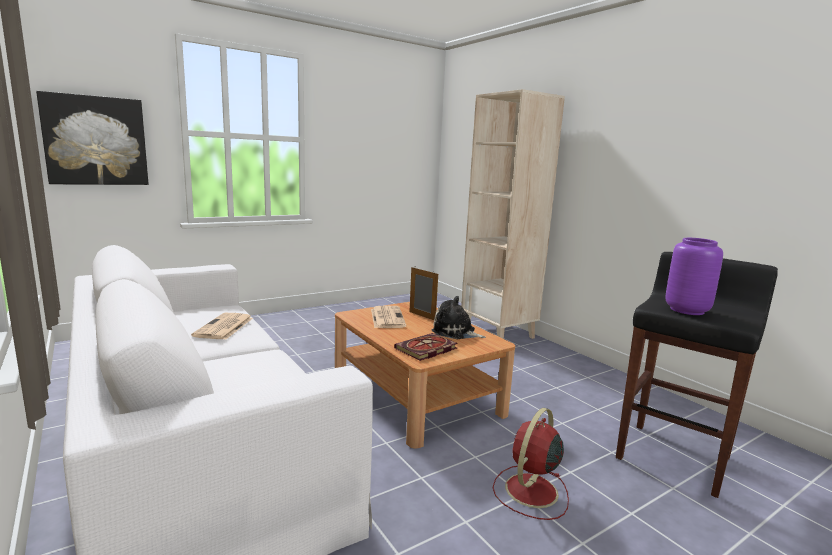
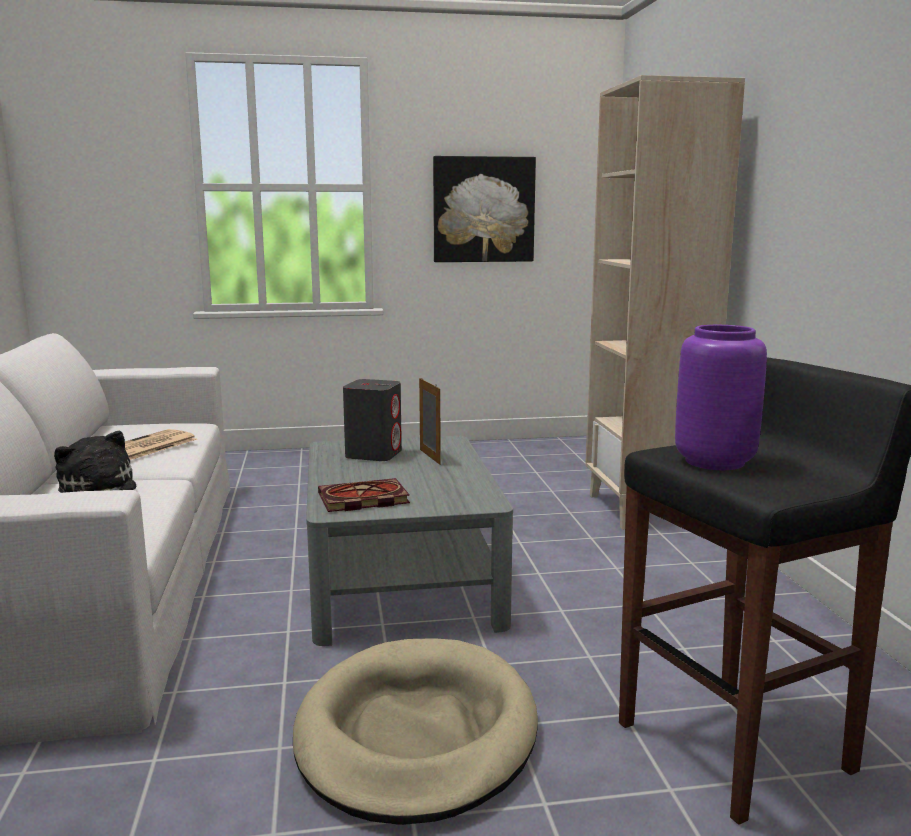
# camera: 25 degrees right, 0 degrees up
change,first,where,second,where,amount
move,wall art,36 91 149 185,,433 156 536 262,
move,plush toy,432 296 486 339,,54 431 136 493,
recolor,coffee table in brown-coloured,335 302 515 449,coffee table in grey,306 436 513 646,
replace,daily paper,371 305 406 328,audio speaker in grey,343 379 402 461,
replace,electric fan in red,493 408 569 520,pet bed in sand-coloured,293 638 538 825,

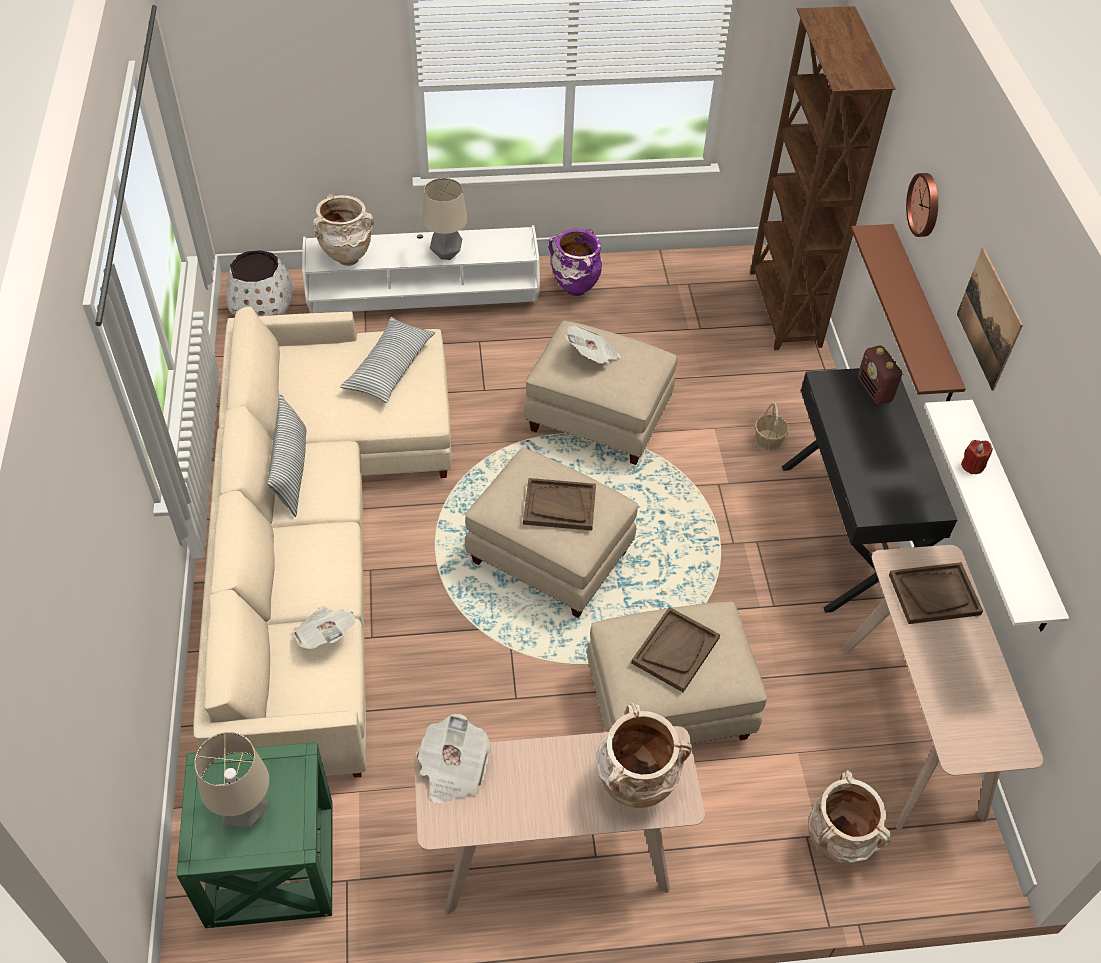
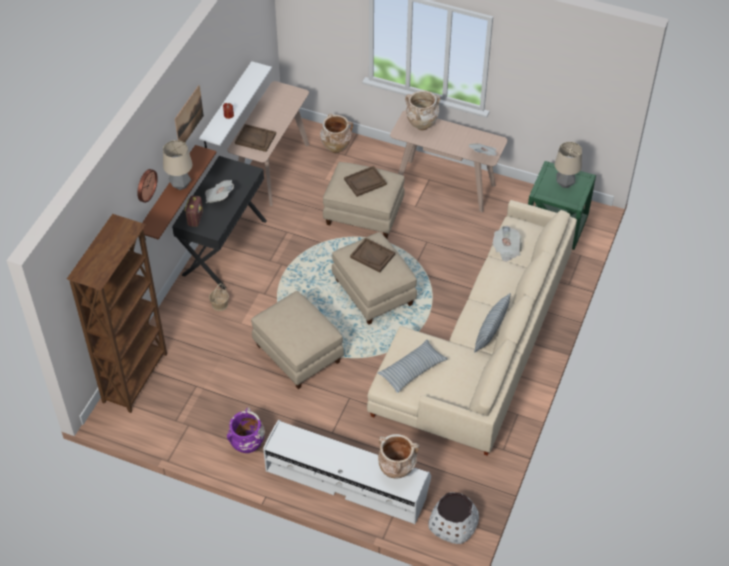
# camera: 150 degrees left, 0 degrees up
change,first,where,second,where,amount
move,lamp for a table,422 178 467 260,,163 140 192 190,
move,daily paper,565 325 621 364,,205 180 234 203,

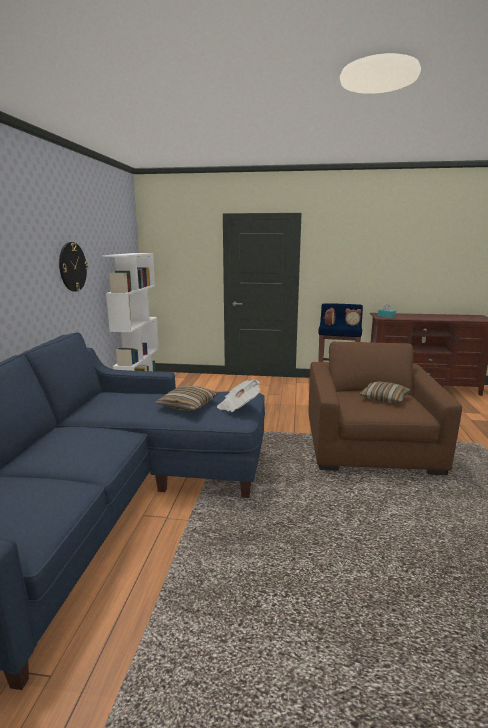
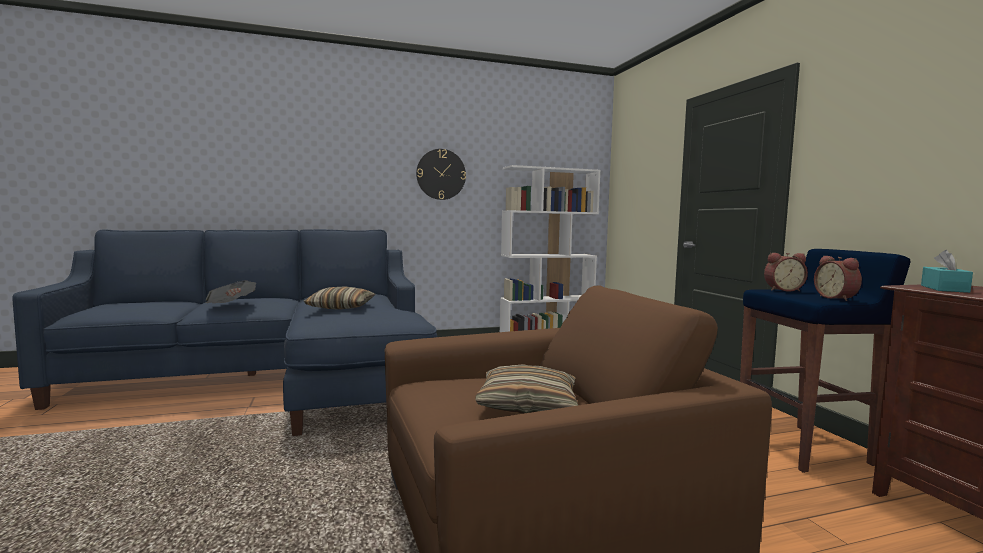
# camera: 65 degrees right, 10 degrees down
change,first,where,second,where,amount
move,daily paper,217 380 260 412,,205 280 256 303,

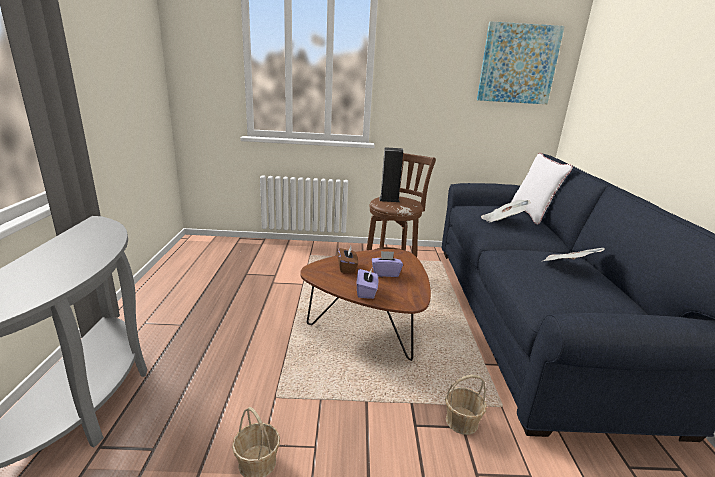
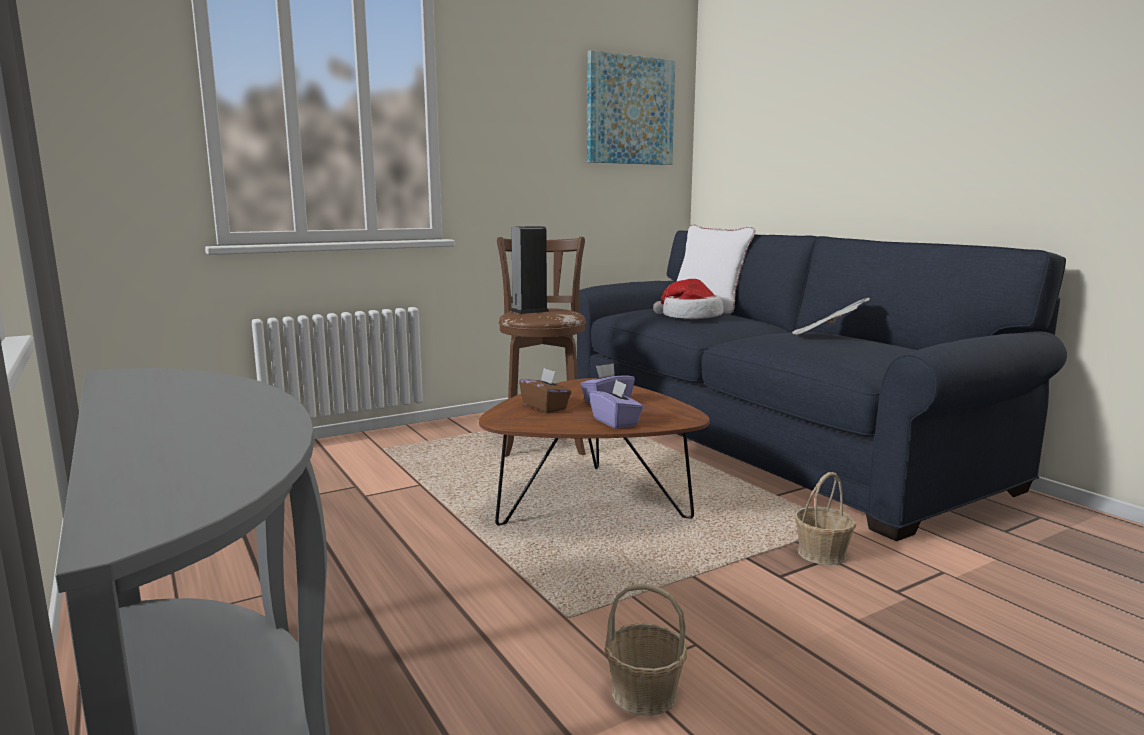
# camera: 30 degrees left, 10 degrees down
change,first,where,second,where,amount
replace,daily paper,481 200 531 223,wearable hat,653 279 724 319,

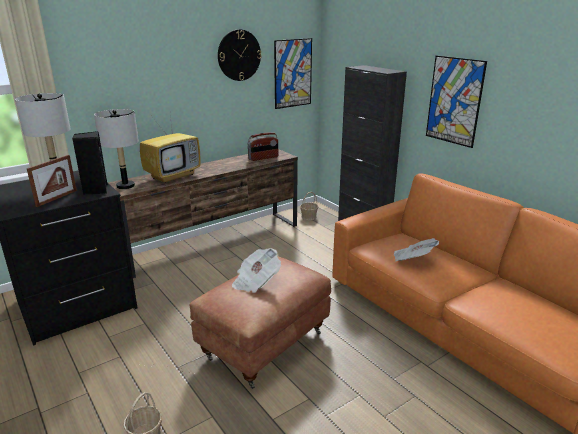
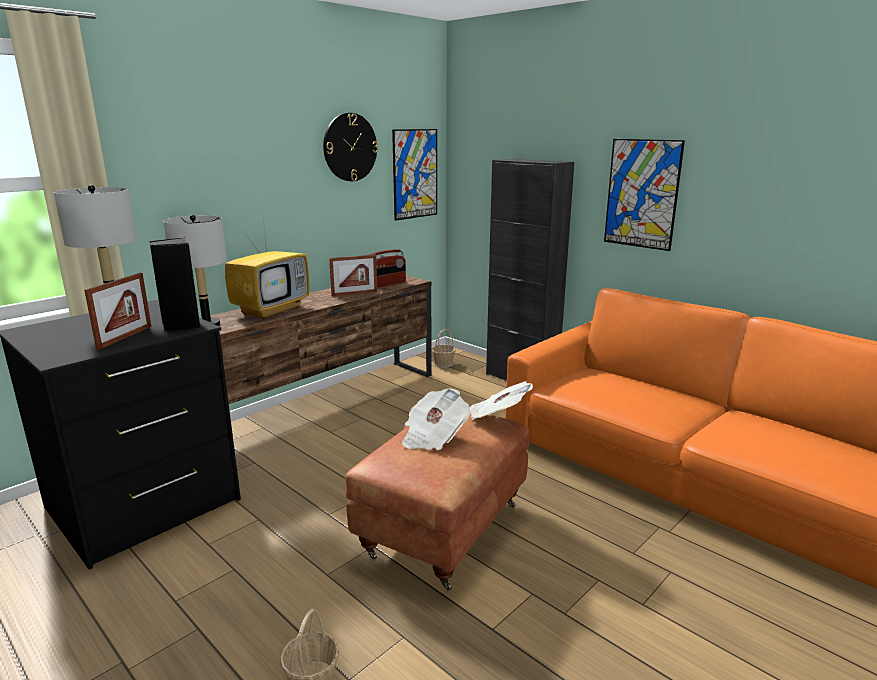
# camera: 10 degrees left, 5 degrees down
change,first,where,second,where,amount
move,daily paper,394 238 439 262,,470 381 533 420,
insert,,,photo frame,329 255 377 296,

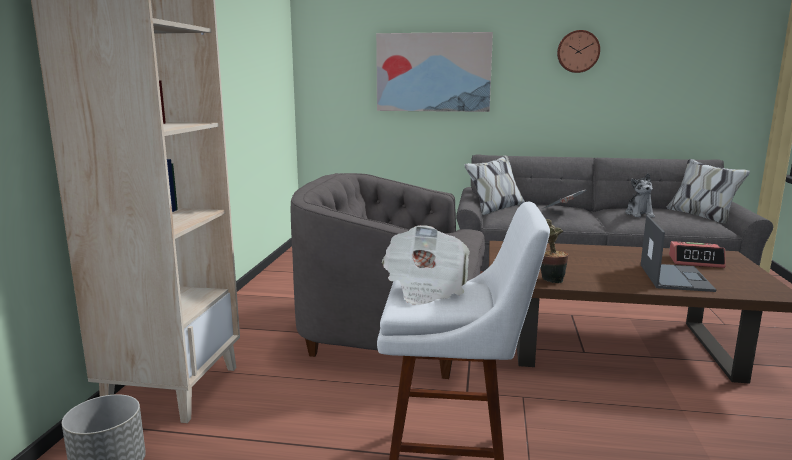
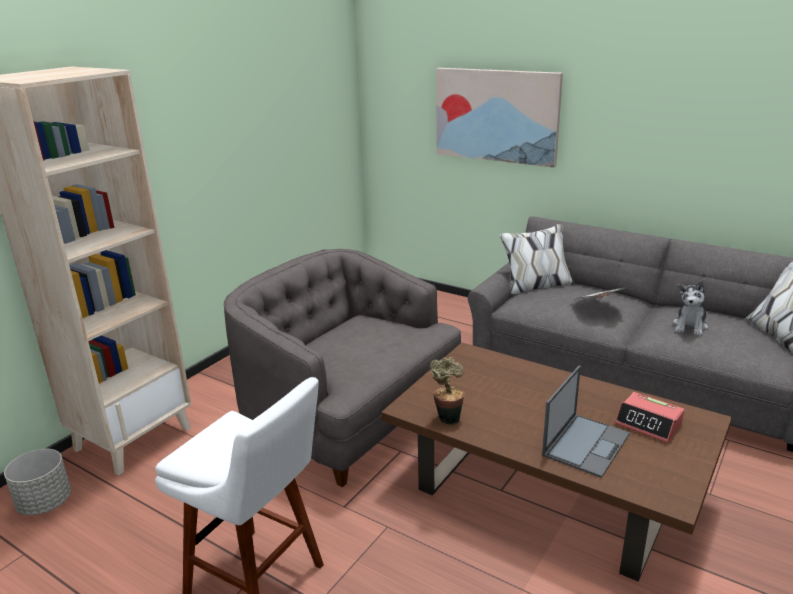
# camera: 25 degrees right, 10 degrees up
change,first,where,second,where,amount
delete,wall clock,557 30 600 73,,,
delete,daily paper,382 225 470 305,,,

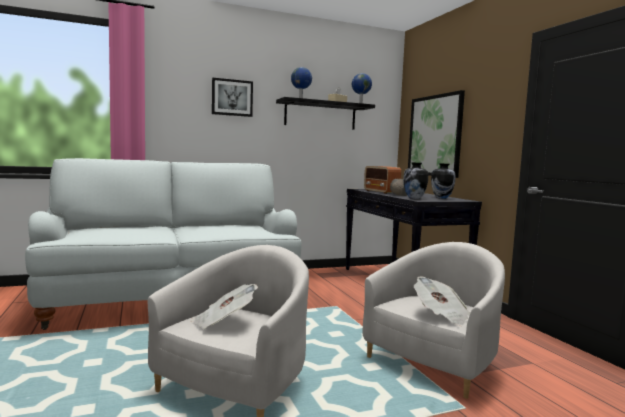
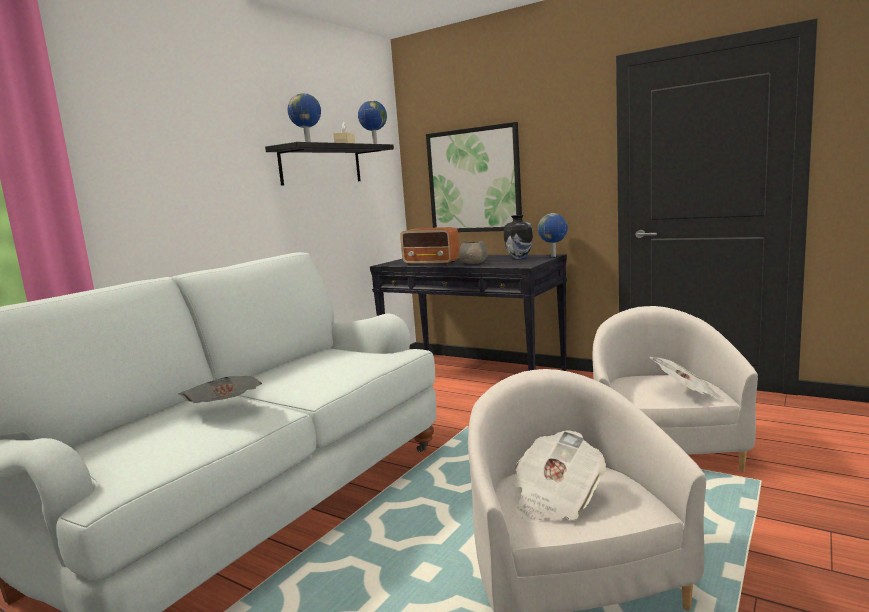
# camera: 35 degrees left, 5 degrees up
change,first,where,second,where,amount
delete,wall art,212 78 253 117,,,
delete,flower vase,403 162 428 199,,,
insert,,,world globe,538 213 568 257,
insert,,,daily paper,179 376 262 403,

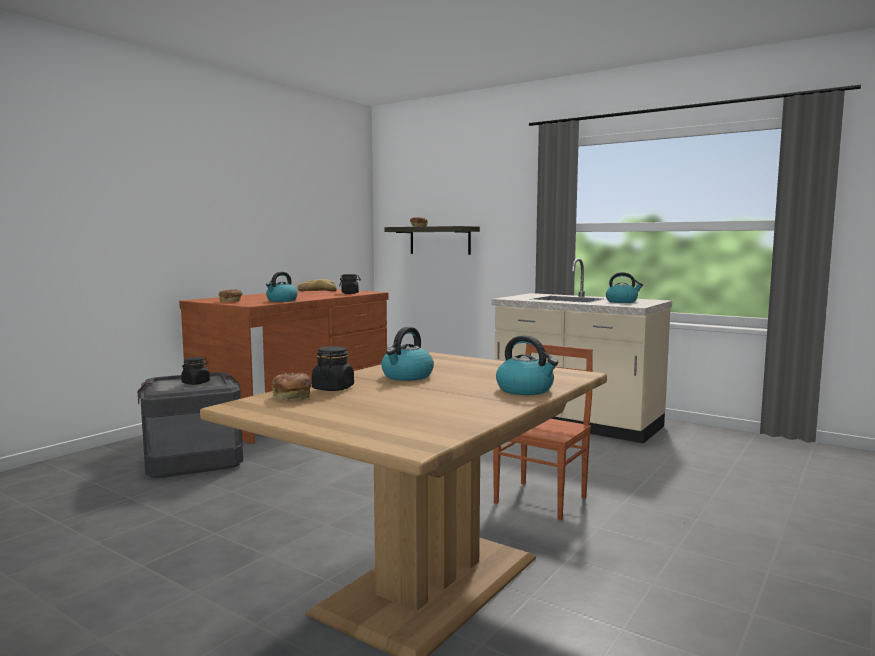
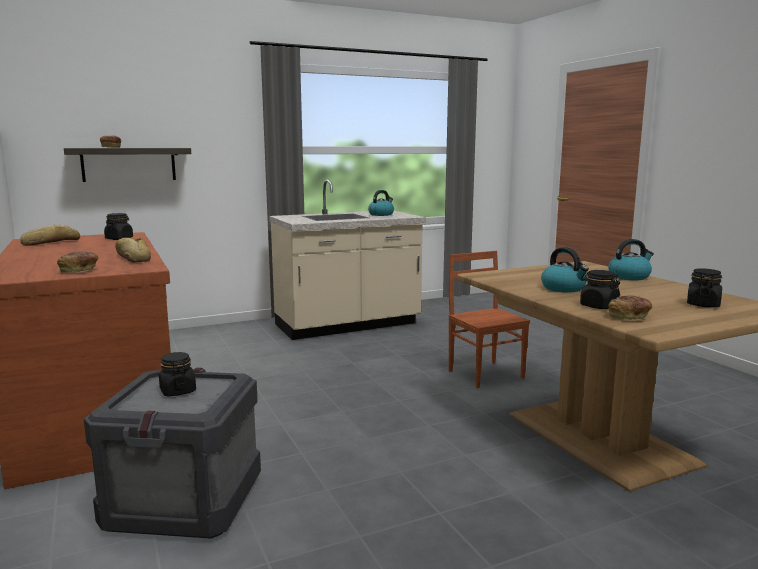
# camera: 60 degrees left, 5 degrees up
change,first,where,second,where,amount
replace,tea kettle,266 272 298 302,bakery bread,115 238 151 263,
insert,,,jar in black,687 268 722 307,

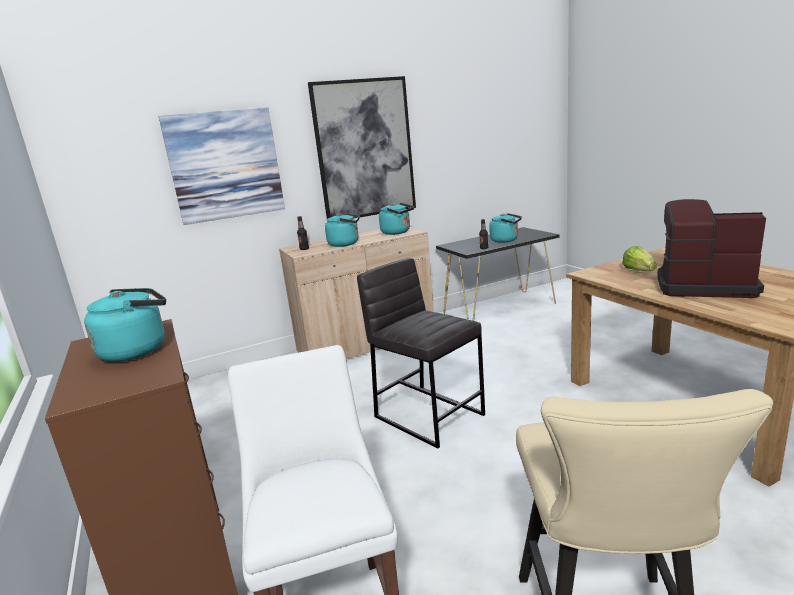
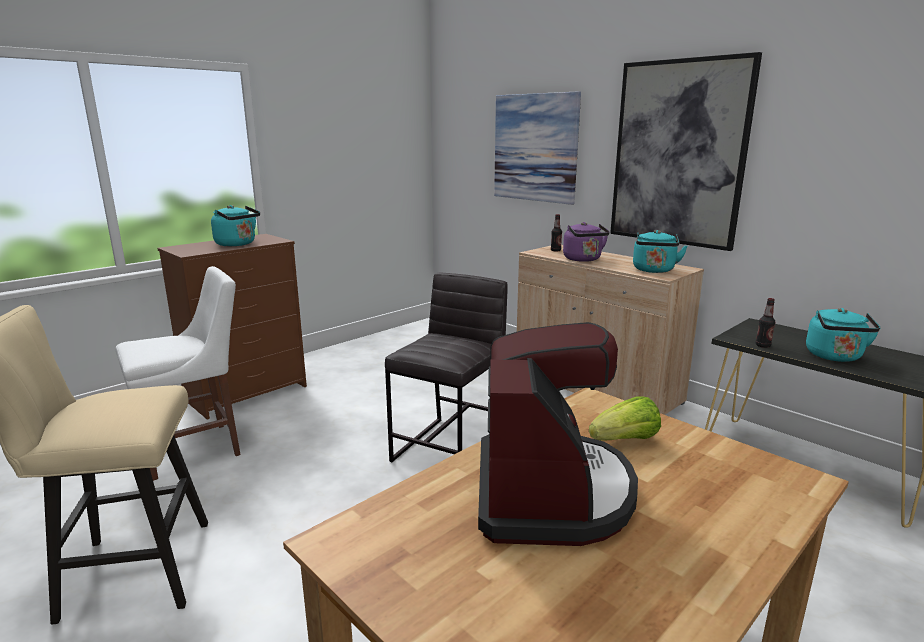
# camera: 70 degrees right, 0 degrees up
change,first,where,second,where,amount
recolor,tea kettle in turquoise-coloured,325 213 360 247,tea kettle in purple,563 222 610 262,

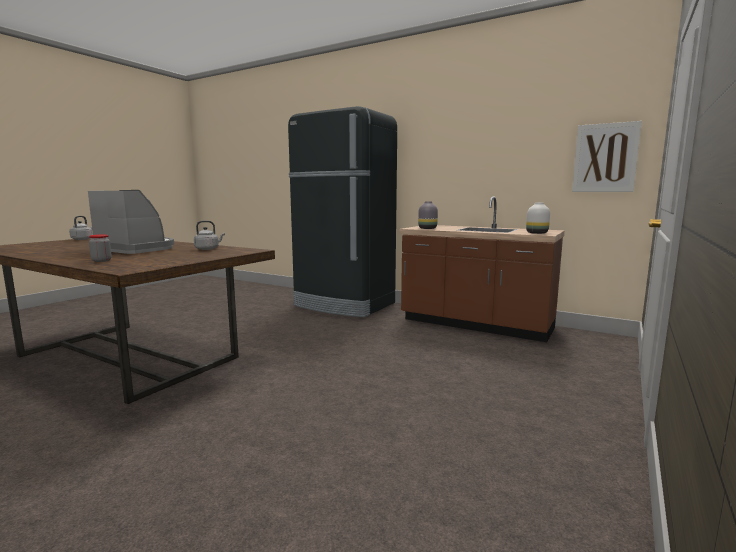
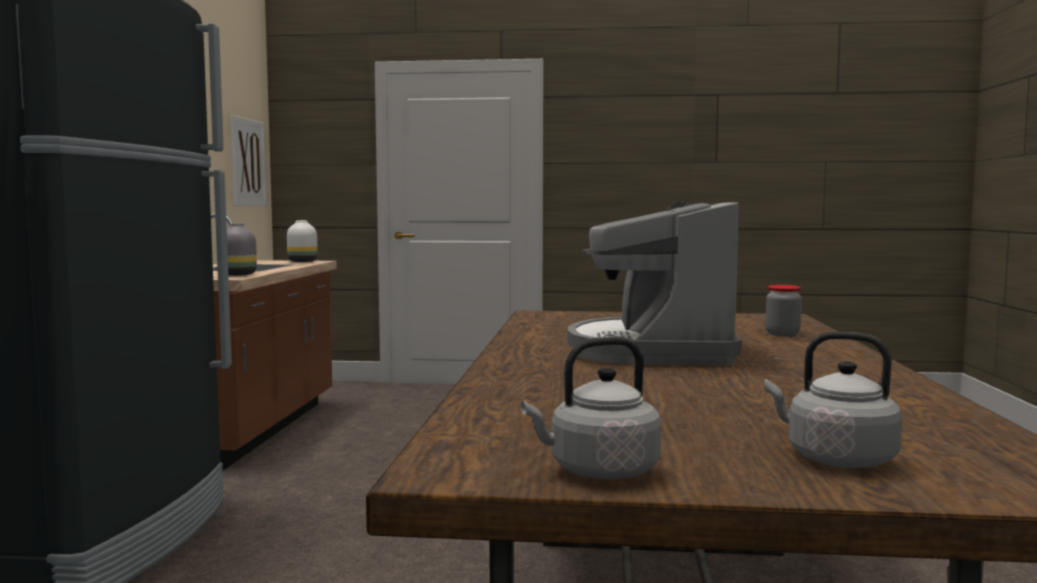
# camera: 115 degrees left, 5 degrees down
change,first,where,second,where,amount
move,tea kettle in grey,194 220 225 250,,764 331 902 468,

